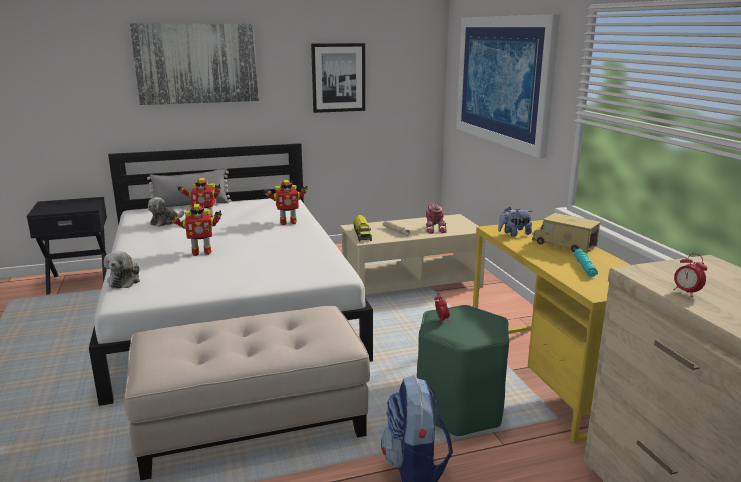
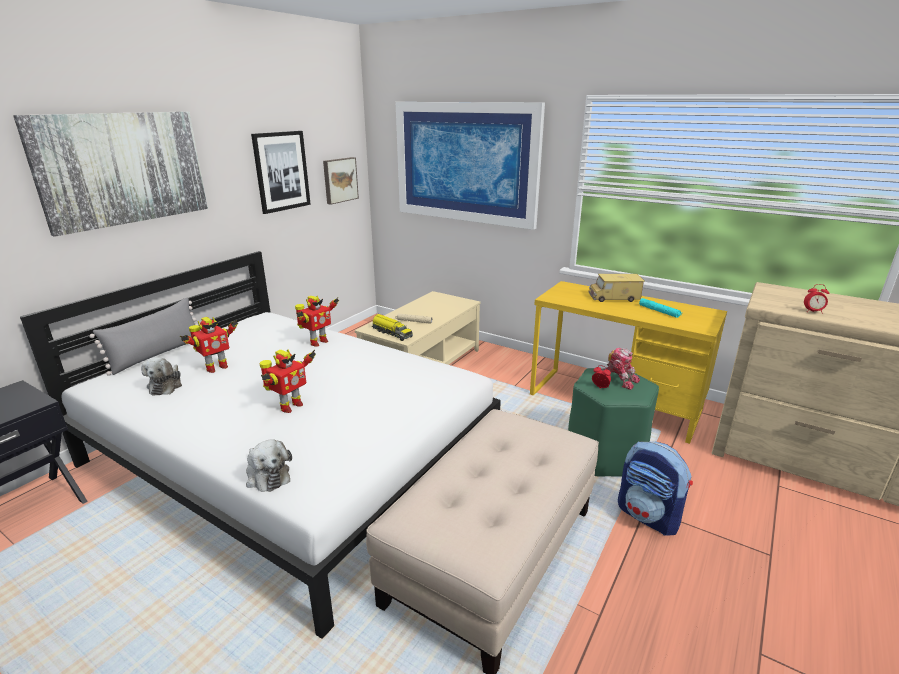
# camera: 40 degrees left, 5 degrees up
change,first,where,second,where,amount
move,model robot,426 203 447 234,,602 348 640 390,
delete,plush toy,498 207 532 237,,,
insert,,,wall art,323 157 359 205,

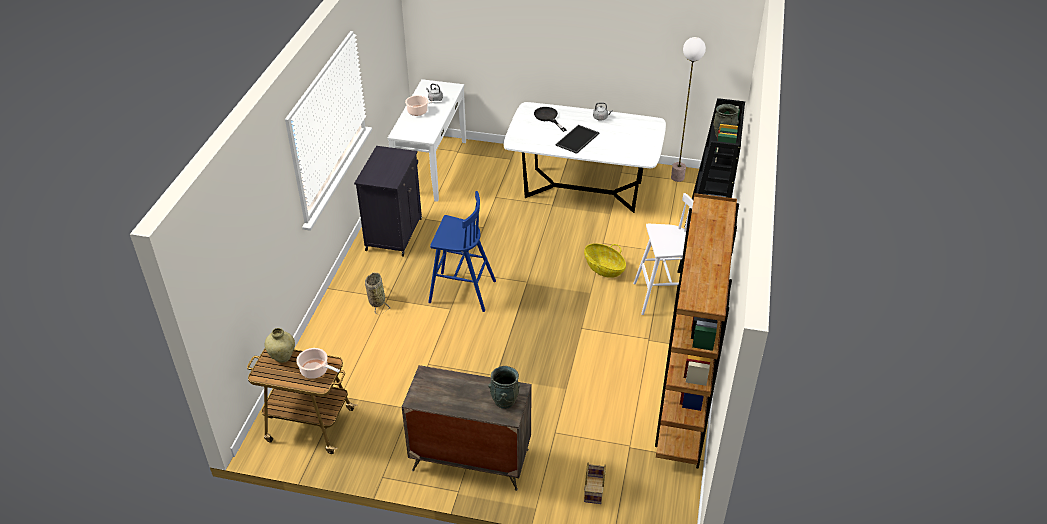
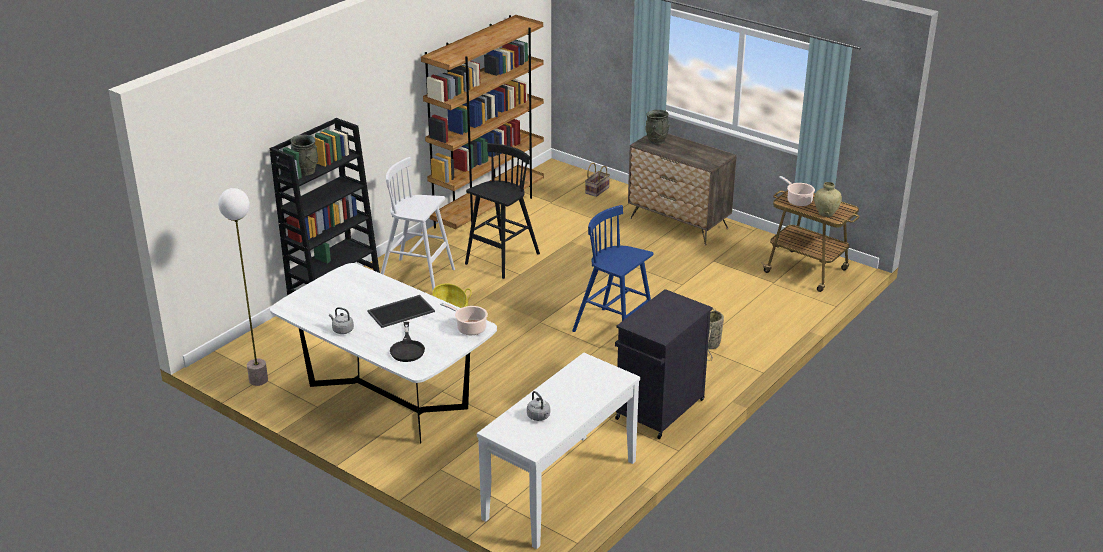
# camera: 155 degrees left, 10 degrees down
change,first,where,second,where,amount
move,cooking pot,405 95 442 116,,440 303 488 335,
insert,,,stool seat in black,465 143 540 279,

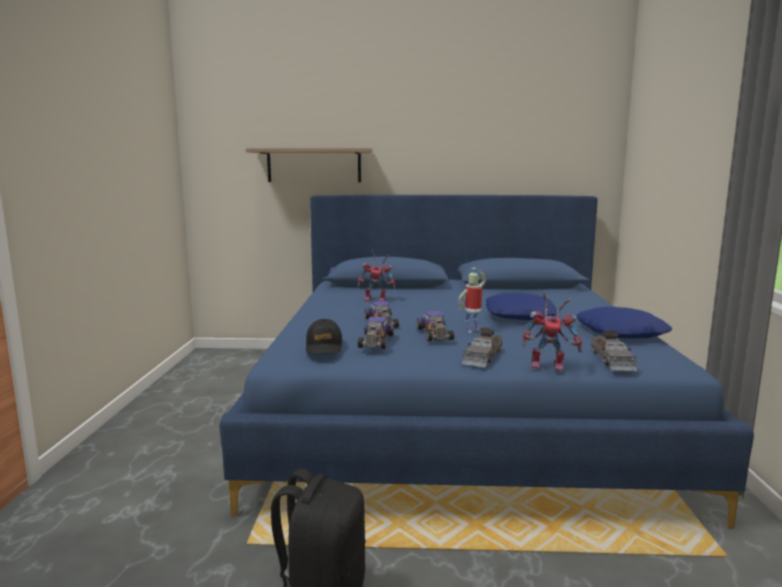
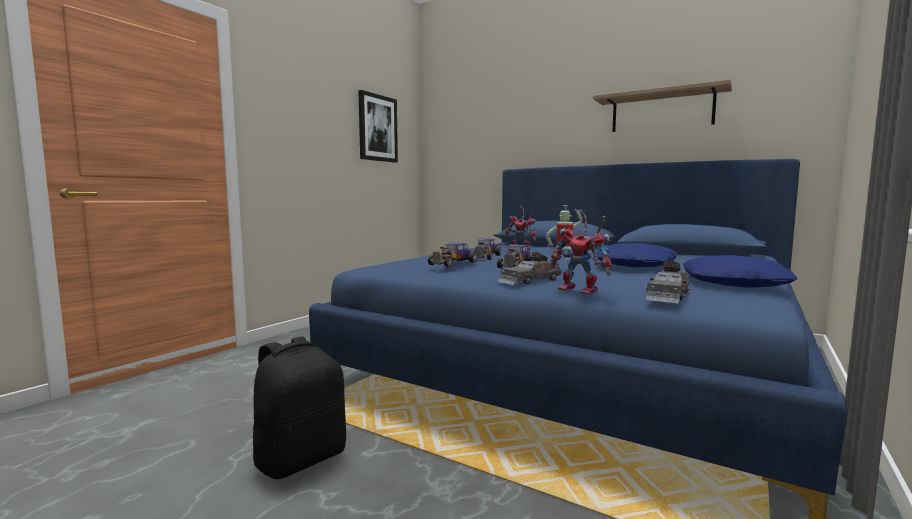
# camera: 30 degrees right, 5 degrees down
change,first,where,second,where,amount
move,shelf,246 148 373 182,,593 79 732 132,
delete,baseball cap in black,306 319 342 354,,,
insert,,,wall art,358 90 398 163,

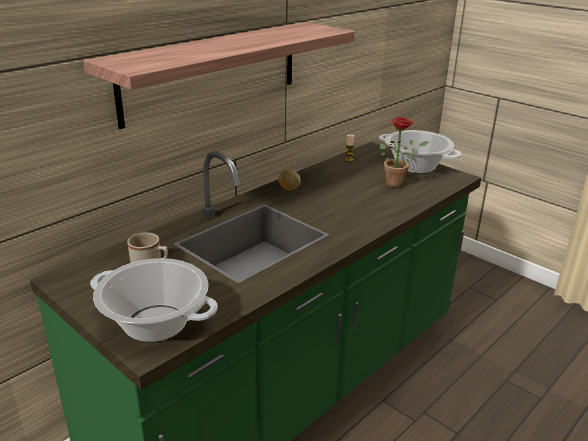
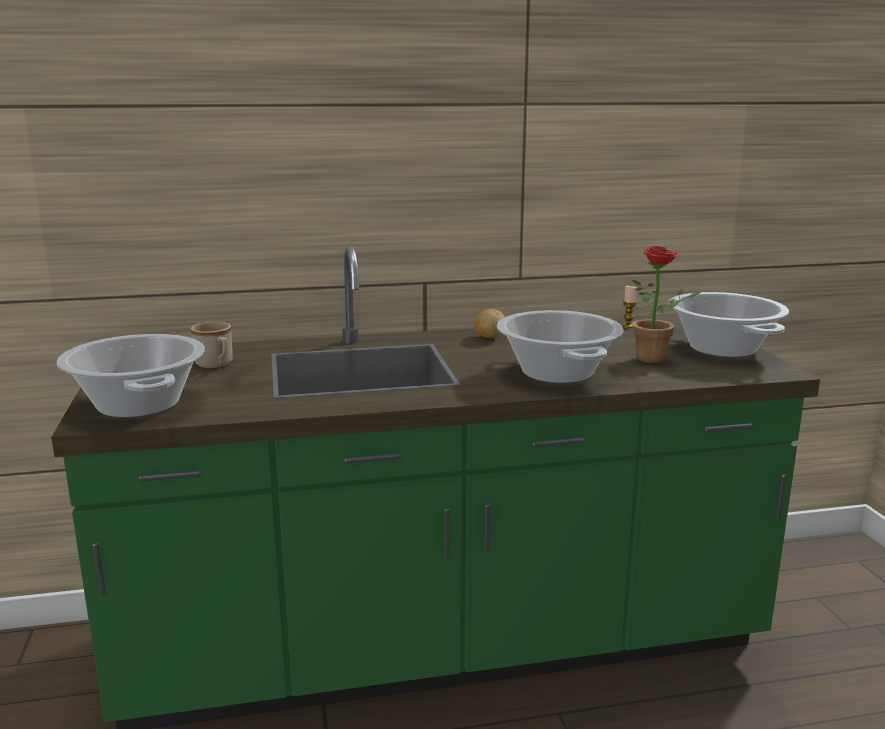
# camera: 35 degrees right, 10 degrees down
change,first,where,second,where,amount
delete,shelf,83 22 355 129,,,
insert,,,cooking pot,497 310 624 384,

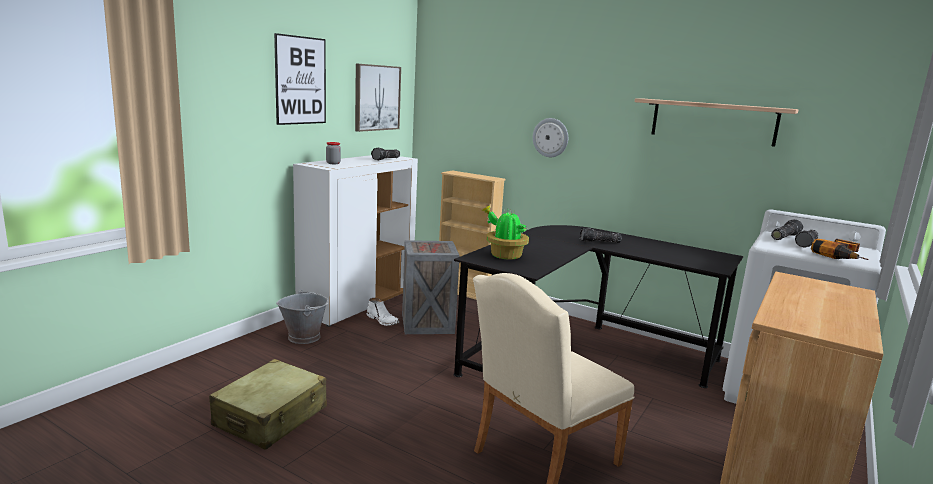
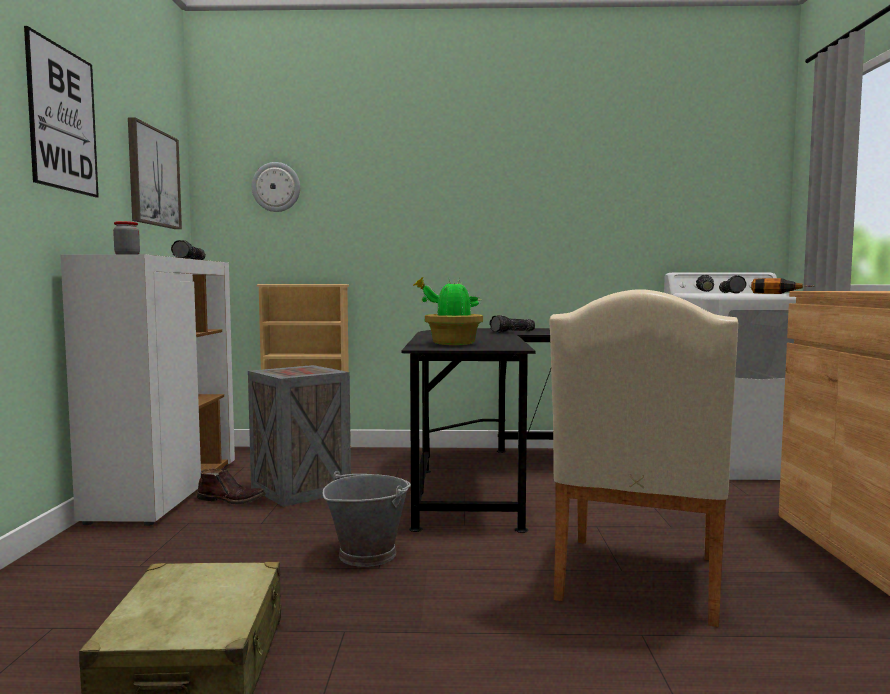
# camera: 30 degrees left, 10 degrees down
change,first,where,second,where,amount
delete,shelf,635 98 799 147,,,
move,wall clock,533 118 568 157,,252 162 300 212,
move,bucket in grey,276 289 329 344,,323 471 411 567,
recolor,boot in white-coloured,367 298 400 326,boot in brown-coloured,197 469 266 504,

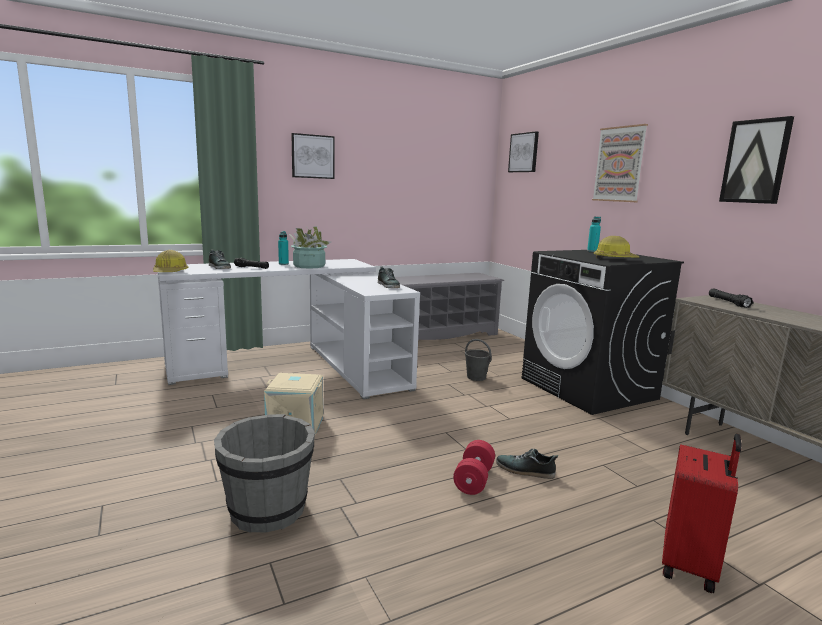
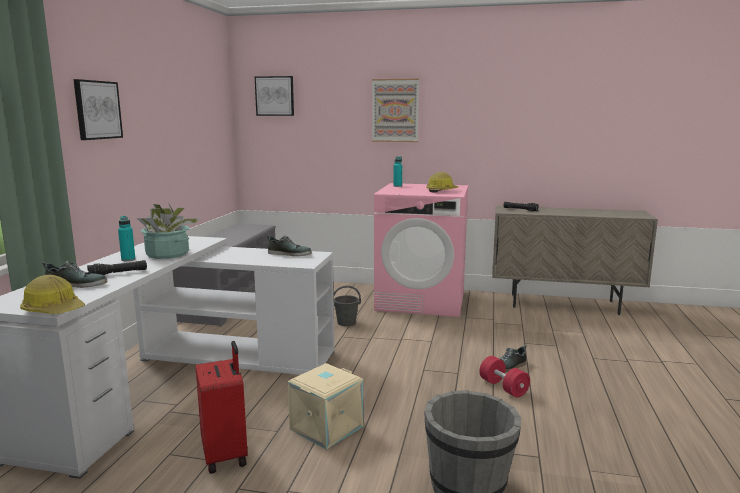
# camera: 50 degrees left, 0 degrees up
change,first,where,second,where,amount
delete,wall art,719 116 794 204,,,
recolor,washing machine in black,522 250 684 415,washing machine in pink,374 183 468 317,
move,suitcase in red,662 434 742 593,,196 341 248 474,

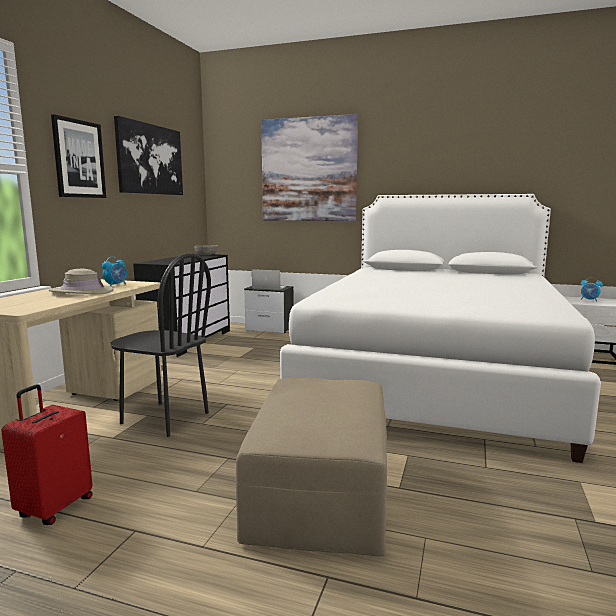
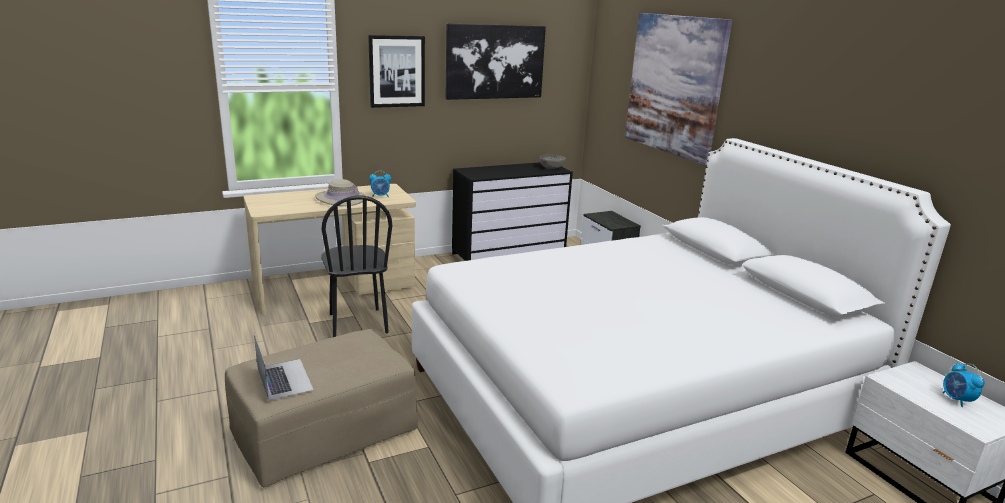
# camera: 45 degrees right, 10 degrees up
change,first,where,second,where,amount
move,notebook computer,252 269 287 290,,254 333 314 401,
delete,suitcase in red,1 384 93 525,,,

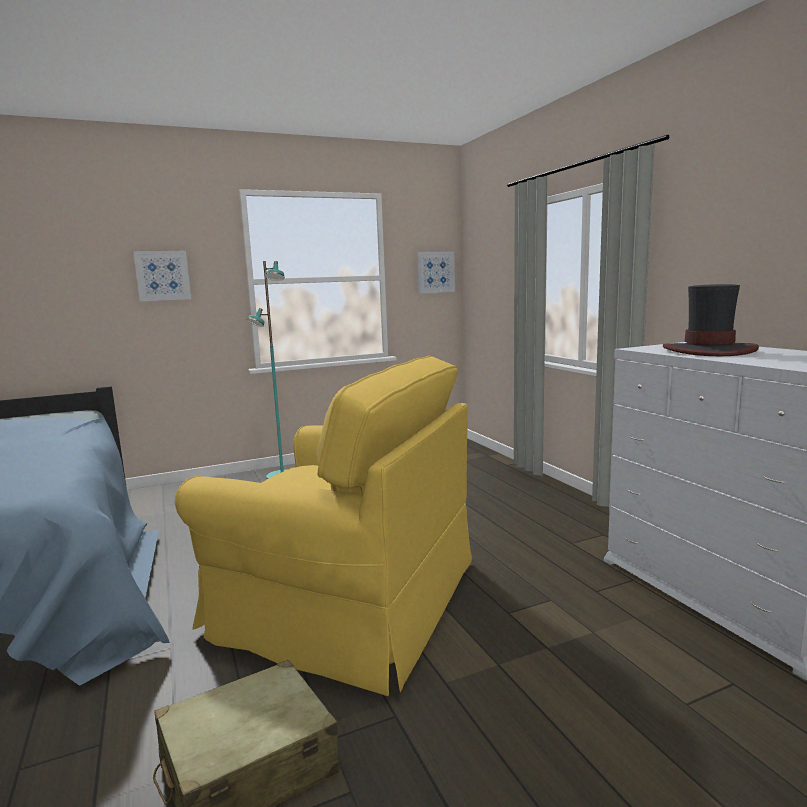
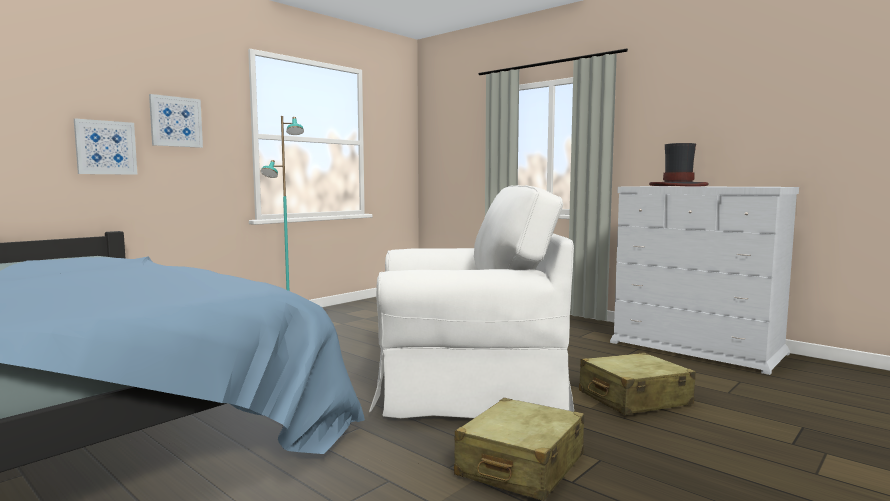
# camera: 25 degrees left, 5 degrees down
change,first,where,second,where,amount
move,wall art,417 252 455 293,,74 119 137 175,
recolor,lounge chair in yellow-coloured,175 356 472 696,lounge chair in white-coloured,369 185 574 418,
insert,,,suitcase in sand-coloured,579 352 696 415,

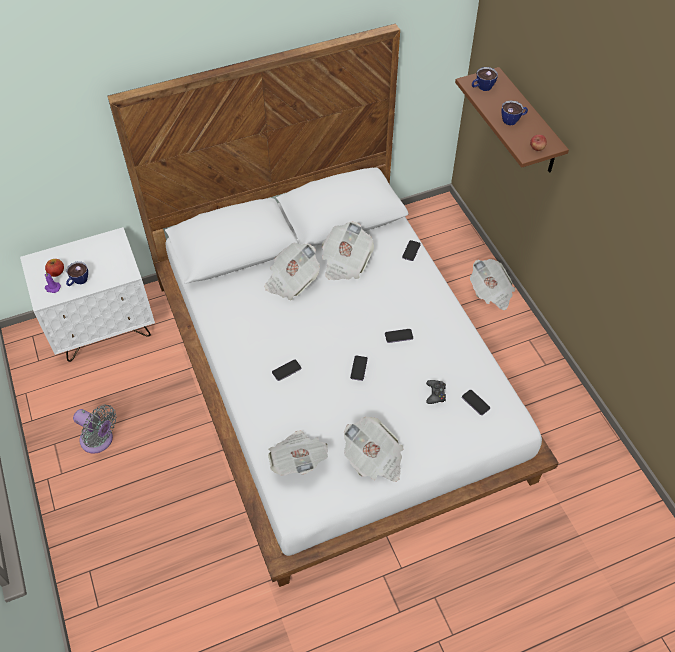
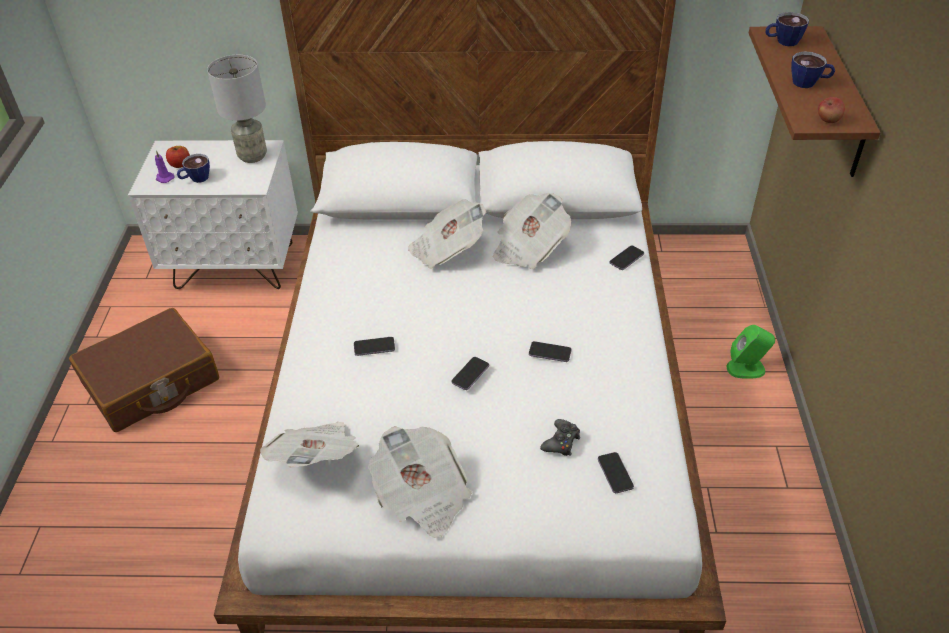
# camera: 25 degrees right, 10 degrees down
change,first,where,second,where,amount
replace,daily paper,470 259 515 310,audio speaker in green-coloured,727 325 775 379,
replace,electric fan in grey,73 404 116 454,suitcase in brown-coloured,69 308 219 432,
insert,,,lamp for a table in grey,207 55 267 163,

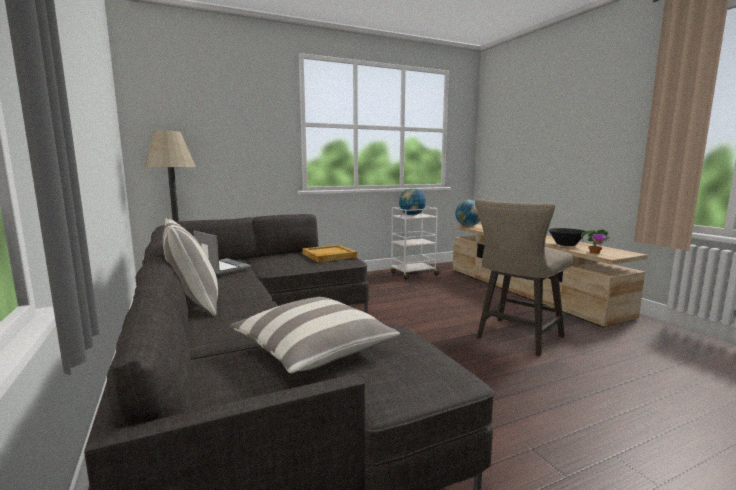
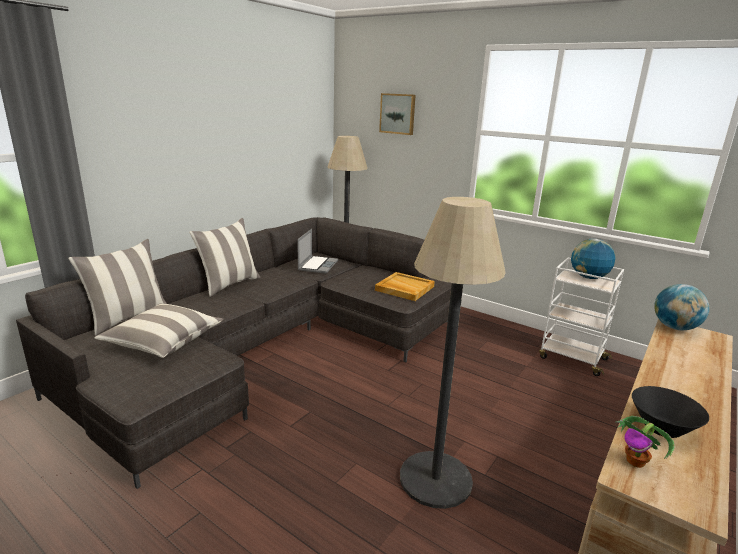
# camera: 60 degrees right, 10 degrees up
change,first,where,second,where,amount
replace,stool seat in sand-coloured,475 199 573 356,floor lamp,400 197 506 509,
insert,,,wall art,379 93 416 135,
insert,,,pillow,68 239 167 336,

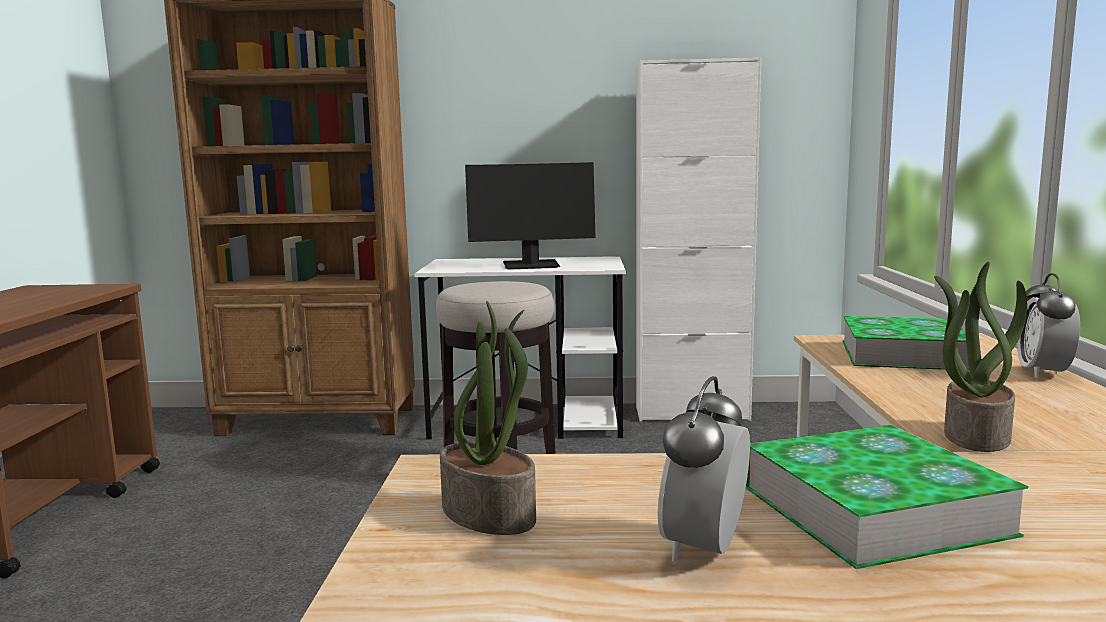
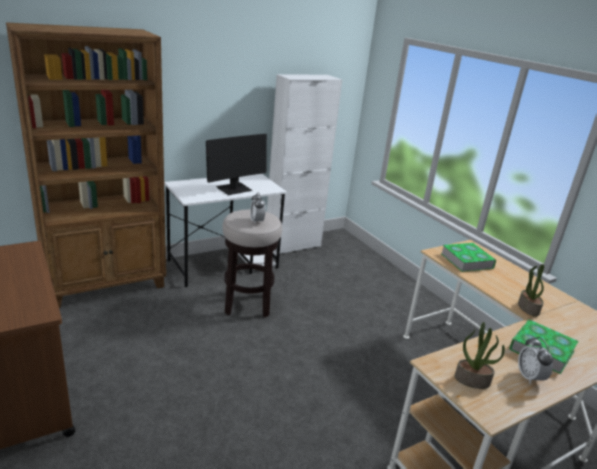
# camera: 35 degrees left, 15 degrees up
change,first,where,second,where,amount
move,bedside clock,1017 273 1080 378,,250 192 266 223,

